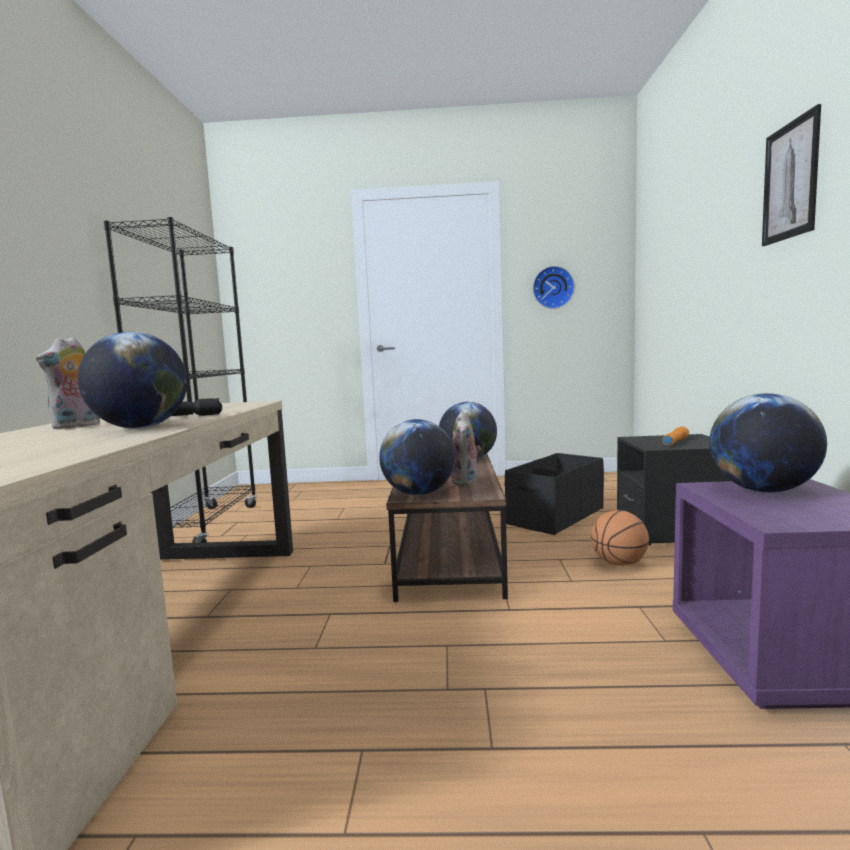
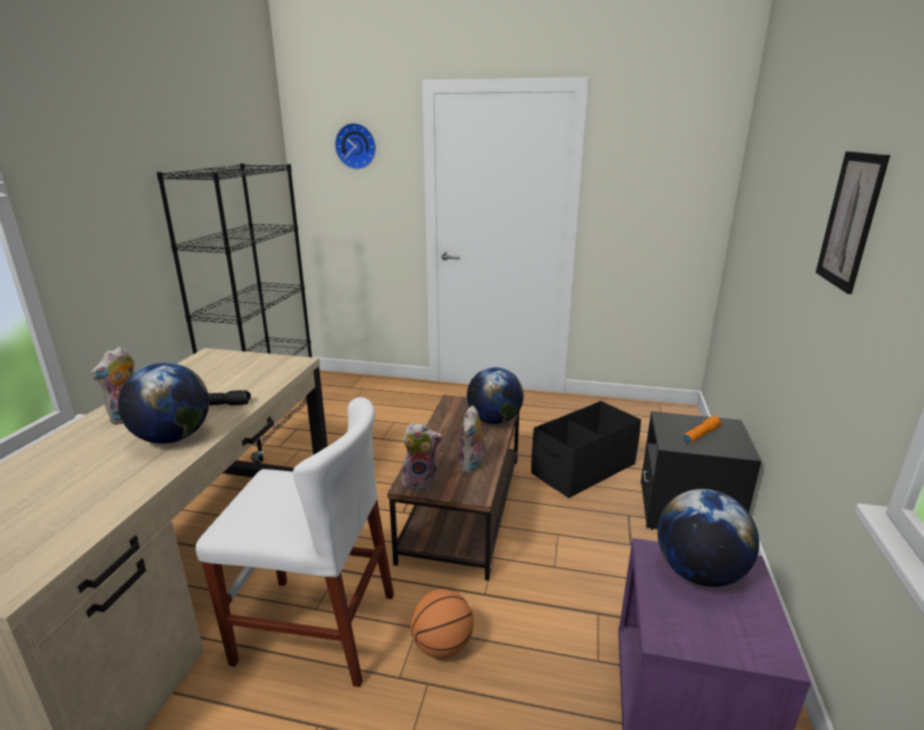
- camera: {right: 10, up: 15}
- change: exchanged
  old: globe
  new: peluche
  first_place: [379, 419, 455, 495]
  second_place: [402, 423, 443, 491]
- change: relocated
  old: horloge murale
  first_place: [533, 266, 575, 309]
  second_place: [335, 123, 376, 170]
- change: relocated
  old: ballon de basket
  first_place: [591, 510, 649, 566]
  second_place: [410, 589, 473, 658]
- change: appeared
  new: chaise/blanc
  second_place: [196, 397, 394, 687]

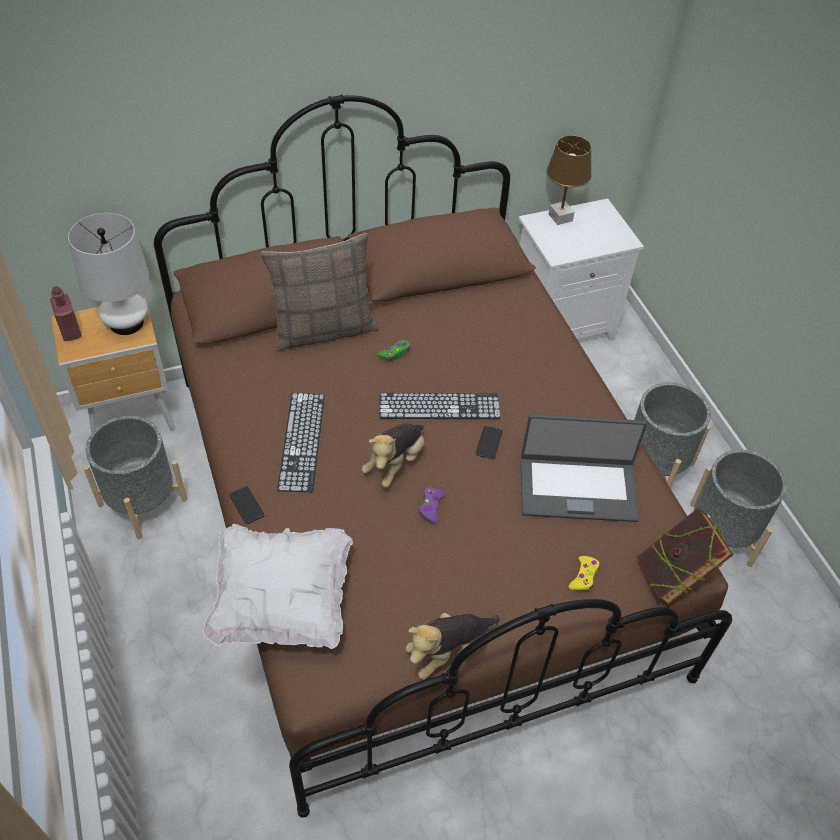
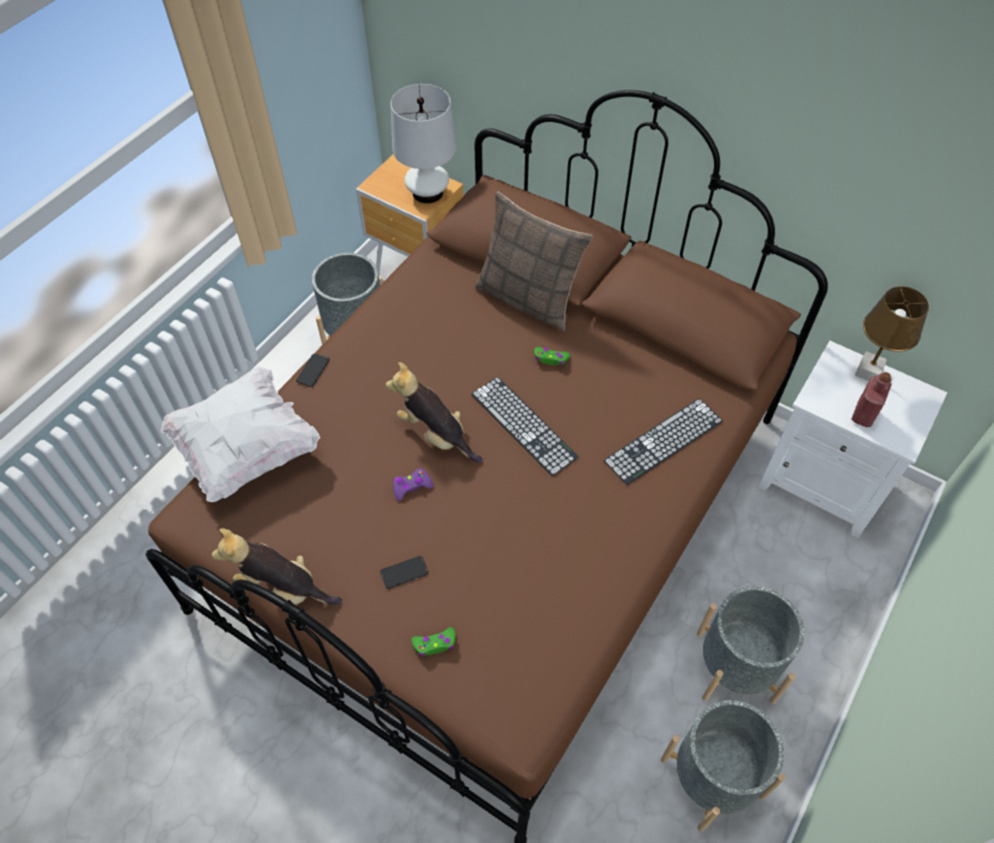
- camera: {right: 55, up: 5}
- change: relocated
  old: bouteille/rouge
  first_place: [50, 286, 82, 341]
  second_place: [852, 372, 892, 427]
- change: relocated
  old: clavier
  first_place: [277, 393, 325, 492]
  second_place: [604, 398, 723, 485]
- change: spun
  old: peluche
  first_place: [362, 423, 424, 488]
  second_place: [386, 362, 483, 462]
  degrees: 45
- change: relocated
  old: téléphone
  first_place: [476, 426, 503, 459]
  second_place: [380, 556, 428, 589]
- change: missing
  old: ordinateur portable
  first_place: [521, 414, 647, 522]
- change: colour
  old: manette/jaune
  new: manette/vert
  first_place: [569, 556, 600, 590]
  second_place: [411, 627, 456, 656]
- change: missing
  old: livre
  first_place: [637, 508, 733, 605]

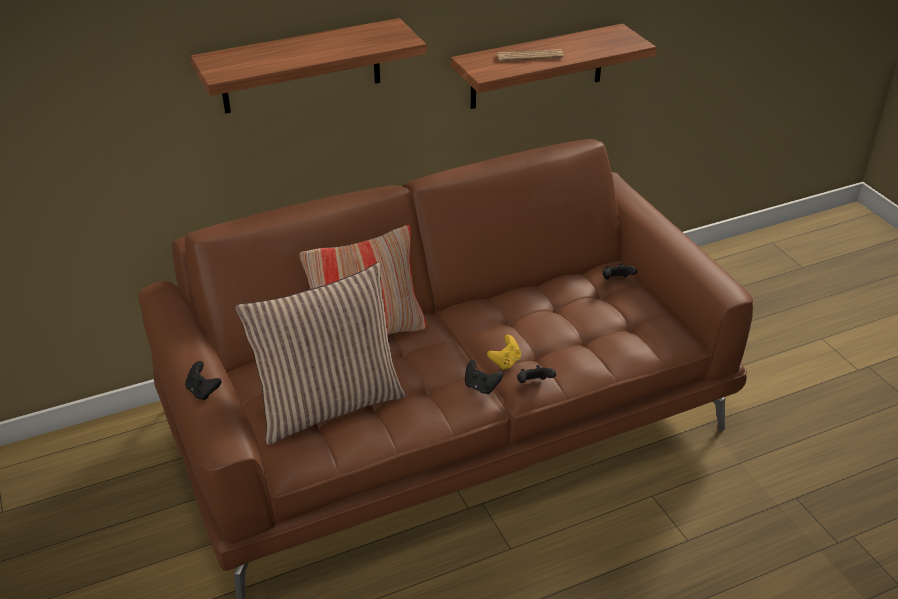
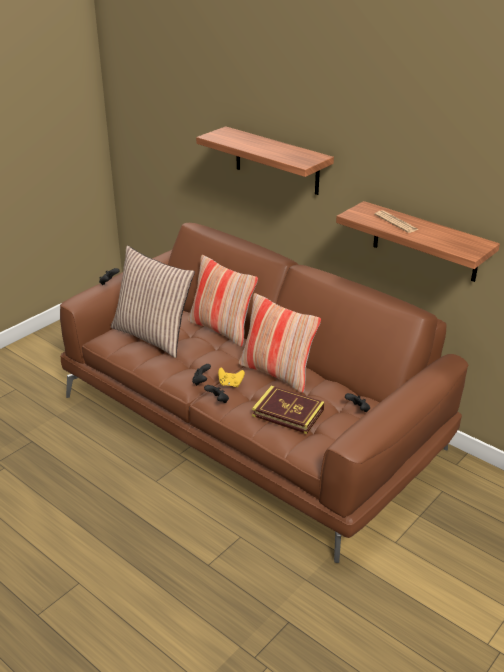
- camera: {right: 65, up: -5}
- change: appeared
  new: coussin
  second_place: [239, 293, 321, 393]
- change: appeared
  new: livre
  second_place: [252, 386, 325, 434]

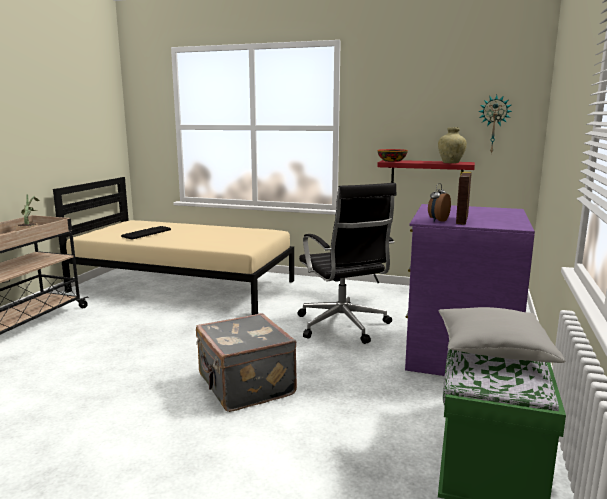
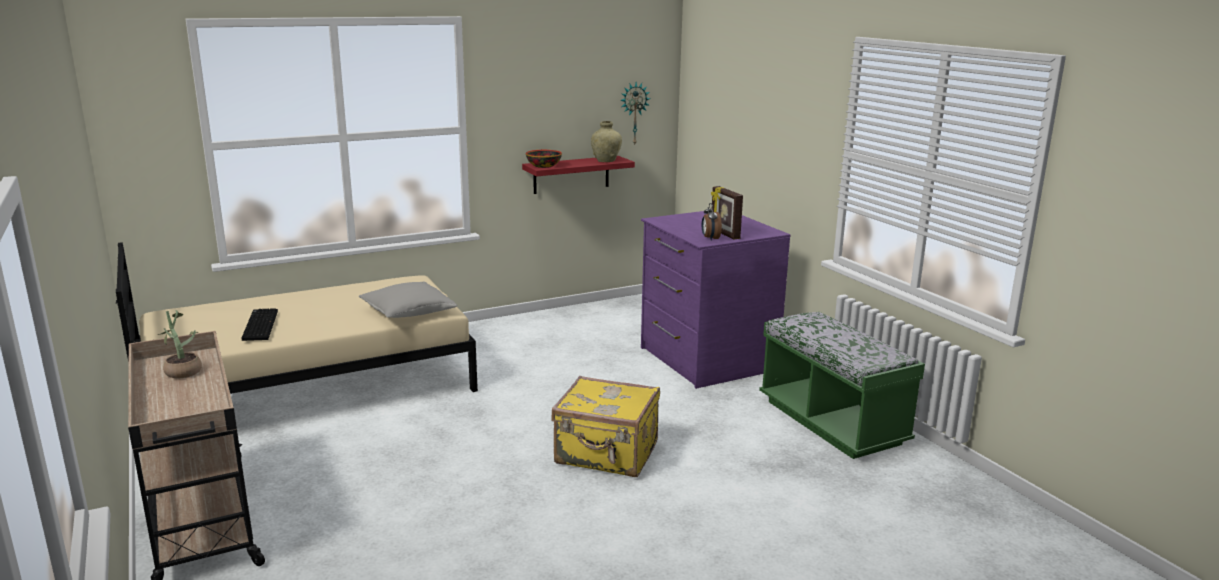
- camera: {right: -45, up: 5}
- change: colour
  old: valise/gris
  new: valise/jaune
  first_place: [196, 313, 297, 412]
  second_place: [551, 376, 660, 477]
- change: missing
  old: chaise de bureau/noir
  first_place: [297, 183, 397, 344]
- change: relocated
  old: coussin/gris
  first_place: [439, 307, 565, 363]
  second_place: [359, 282, 457, 318]

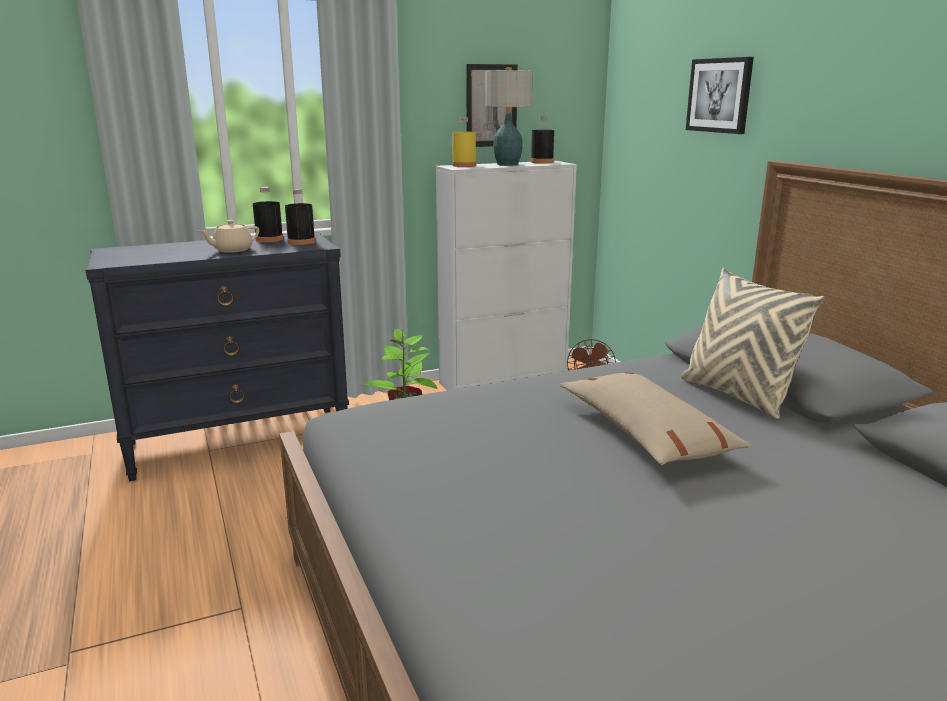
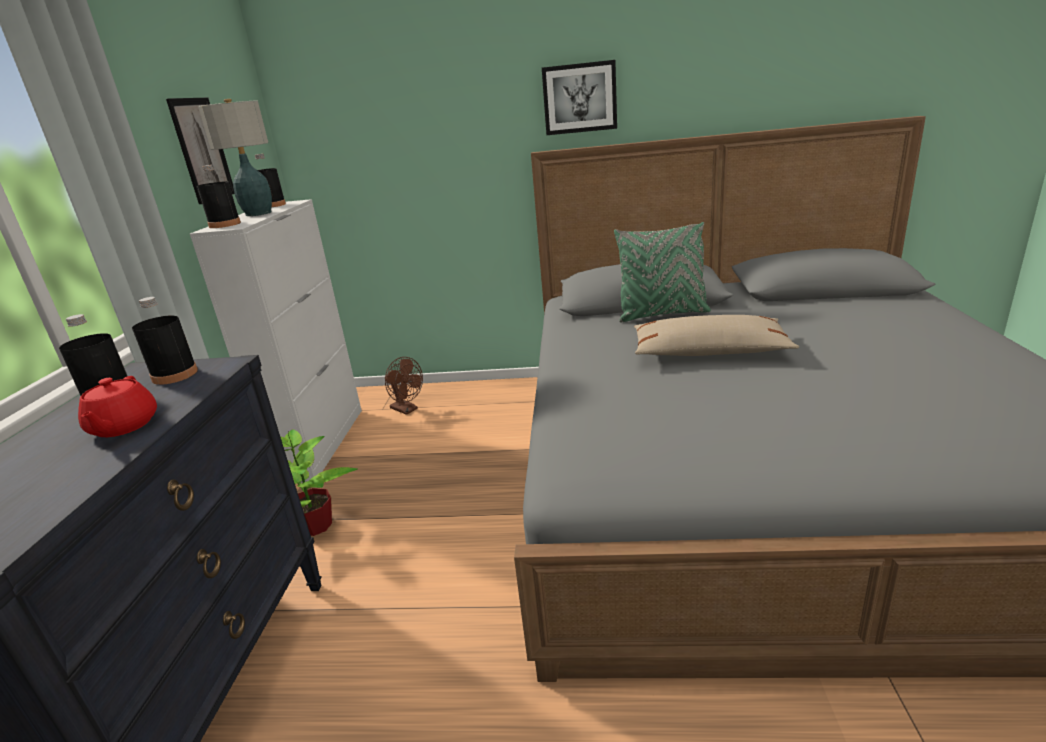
- camera: {right: -60, up: 5}
- change: colour
  old: théière/beige
  new: théière/rouge
  first_place: [198, 220, 259, 253]
  second_place: [78, 376, 157, 437]
- change: colour
  old: bouteille/jaune
  new: bouteille/noir
  first_place: [452, 117, 476, 167]
  second_place: [197, 165, 241, 228]
- change: colour
  old: coussin/beige
  new: coussin/vert
  first_place: [681, 268, 825, 419]
  second_place: [614, 222, 711, 322]
- change: relocated
  old: tableau
  first_place: [686, 57, 754, 134]
  second_place: [542, 60, 617, 135]

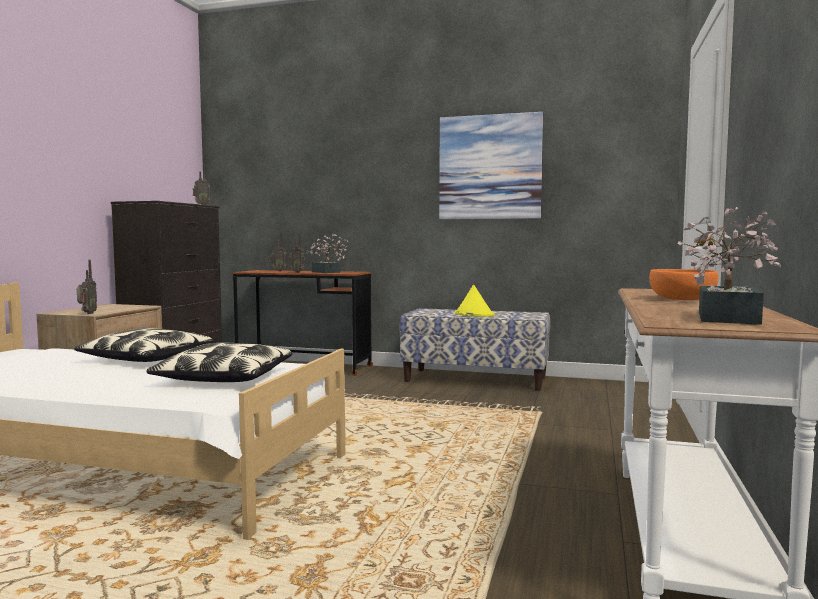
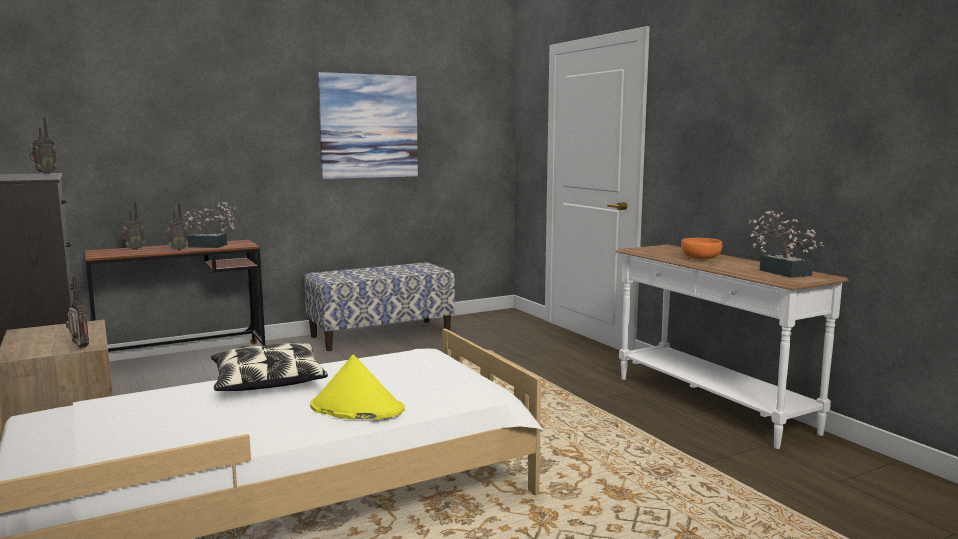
- camera: {right: -45, up: 5}
- change: missing
  old: coussin
  first_place: [146, 343, 292, 382]
- change: relocated
  old: chapeau/jaune
  first_place: [455, 284, 495, 317]
  second_place: [310, 355, 405, 419]

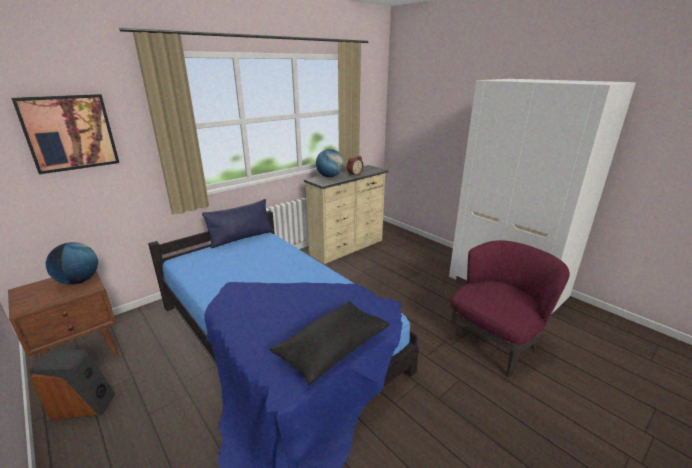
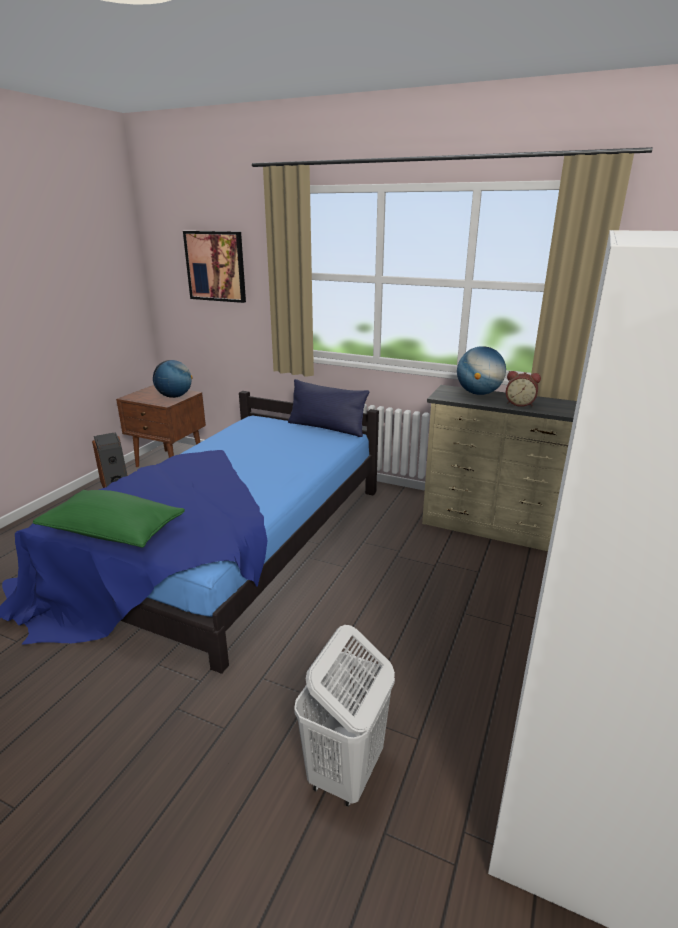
- camera: {right: 65, up: 0}
- change: colour
  old: coussin/noir
  new: coussin/vert
  first_place: [270, 301, 389, 385]
  second_place: [33, 490, 185, 548]
- change: exchanged
  old: fauteuil/violet
  new: panier à linge/blanc
  first_place: [450, 240, 570, 377]
  second_place: [294, 625, 395, 807]

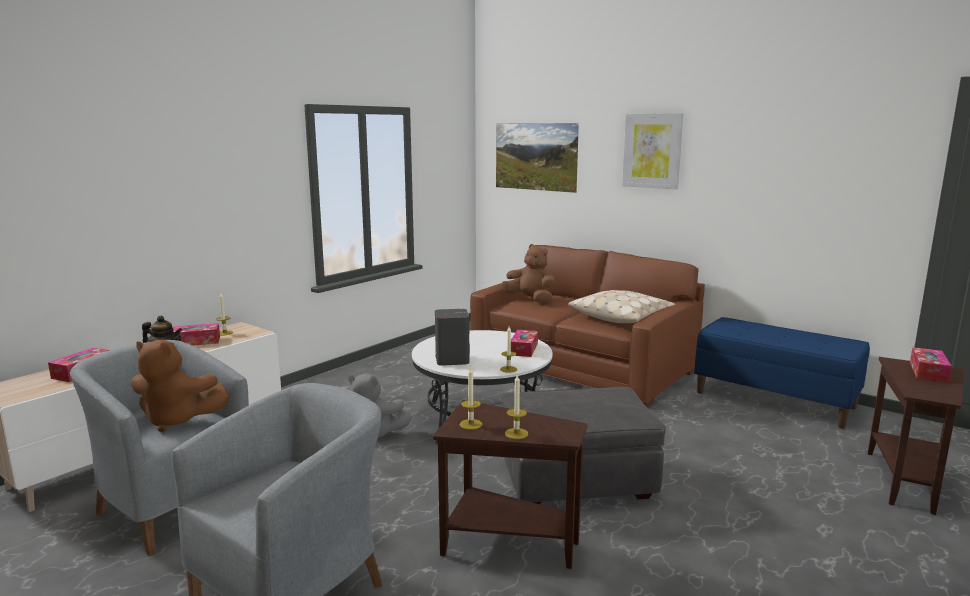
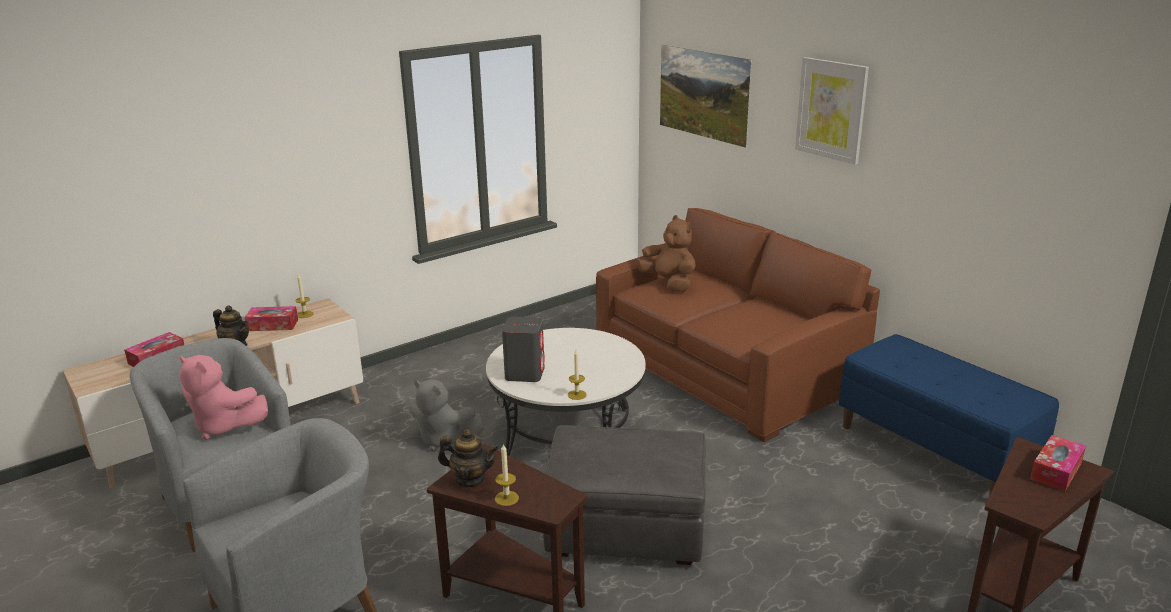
- camera: {right: 15, up: 10}
- change: colour
  old: peluche/marron
  new: peluche/rose
  first_place: [131, 340, 229, 432]
  second_place: [180, 355, 268, 440]
- change: exchanged
  old: bougie
  new: théière
  first_place: [459, 366, 482, 430]
  second_place: [438, 429, 499, 487]
- change: missing
  old: boîte à mouchoirs
  first_place: [511, 330, 538, 357]
- change: missing
  old: coussin/beige
  first_place: [568, 290, 675, 323]

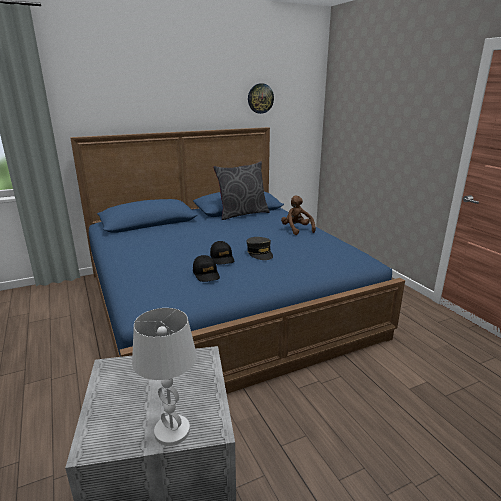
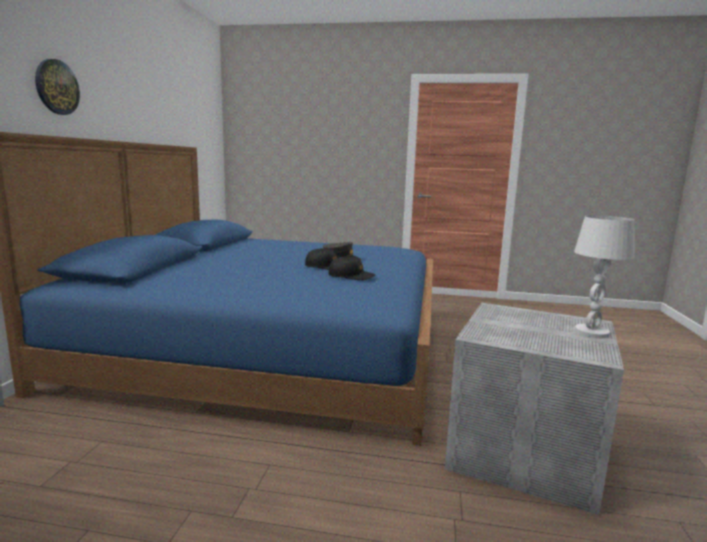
- camera: {right: -55, up: -10}
- change: missing
  old: coussin/gris
  first_place: [213, 161, 269, 220]
- change: relocated
  old: horloge murale
  first_place: [248, 83, 274, 114]
  second_place: [35, 59, 80, 115]
- change: missing
  old: peluche/marron
  first_place: [281, 195, 316, 235]

